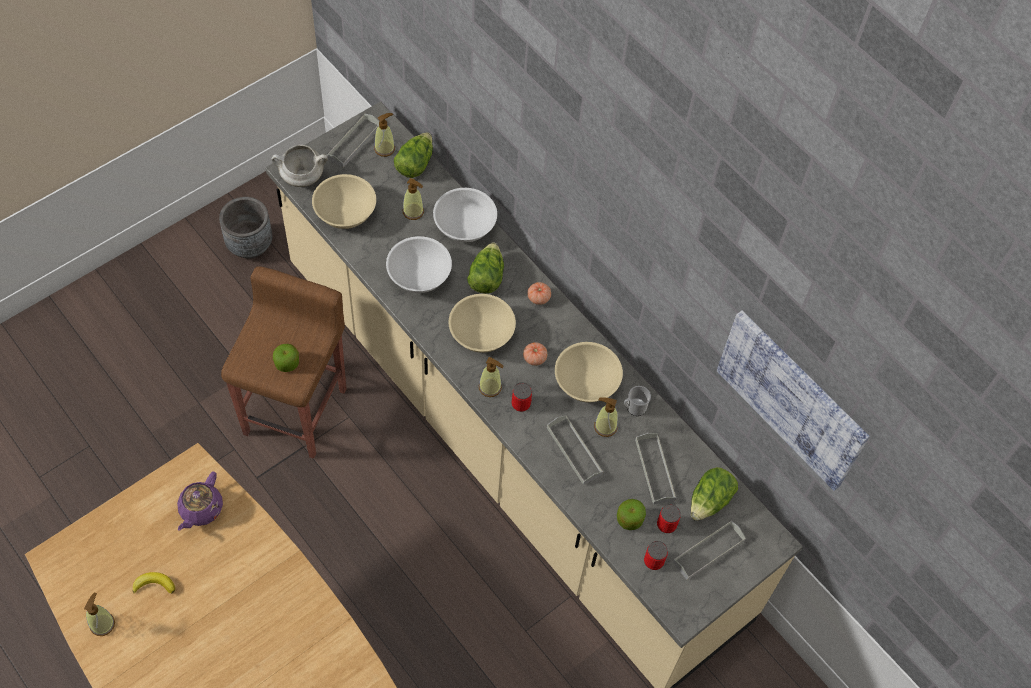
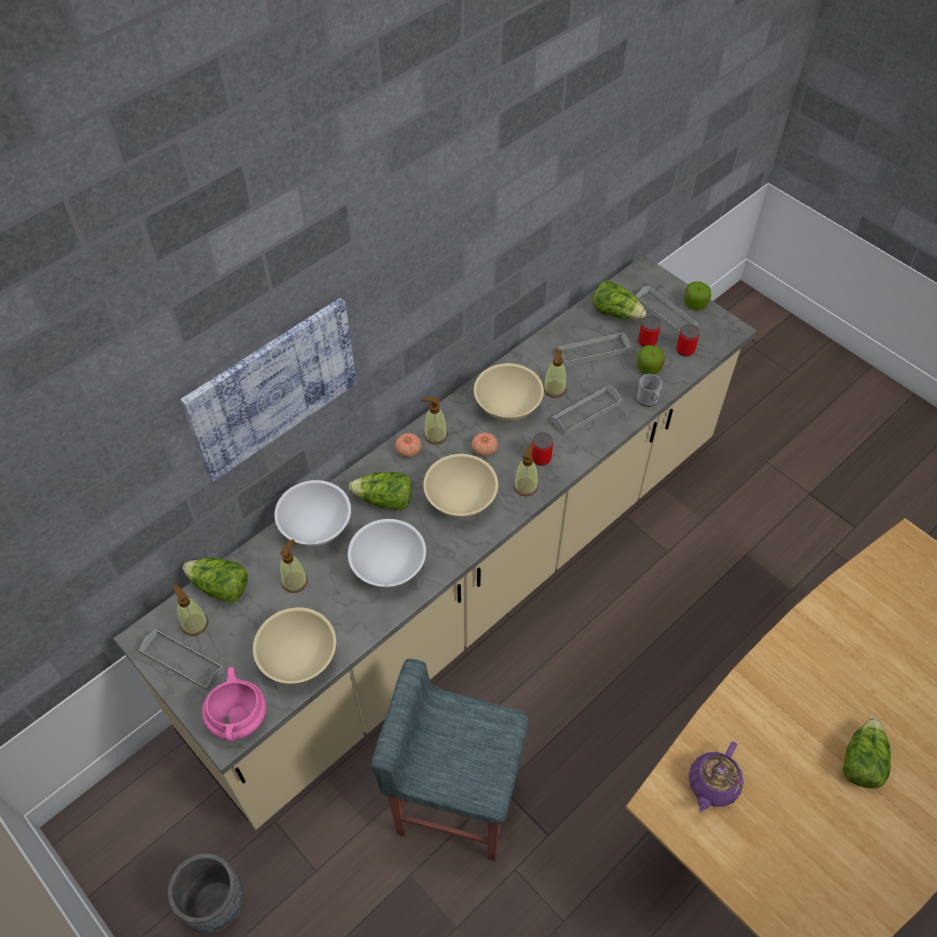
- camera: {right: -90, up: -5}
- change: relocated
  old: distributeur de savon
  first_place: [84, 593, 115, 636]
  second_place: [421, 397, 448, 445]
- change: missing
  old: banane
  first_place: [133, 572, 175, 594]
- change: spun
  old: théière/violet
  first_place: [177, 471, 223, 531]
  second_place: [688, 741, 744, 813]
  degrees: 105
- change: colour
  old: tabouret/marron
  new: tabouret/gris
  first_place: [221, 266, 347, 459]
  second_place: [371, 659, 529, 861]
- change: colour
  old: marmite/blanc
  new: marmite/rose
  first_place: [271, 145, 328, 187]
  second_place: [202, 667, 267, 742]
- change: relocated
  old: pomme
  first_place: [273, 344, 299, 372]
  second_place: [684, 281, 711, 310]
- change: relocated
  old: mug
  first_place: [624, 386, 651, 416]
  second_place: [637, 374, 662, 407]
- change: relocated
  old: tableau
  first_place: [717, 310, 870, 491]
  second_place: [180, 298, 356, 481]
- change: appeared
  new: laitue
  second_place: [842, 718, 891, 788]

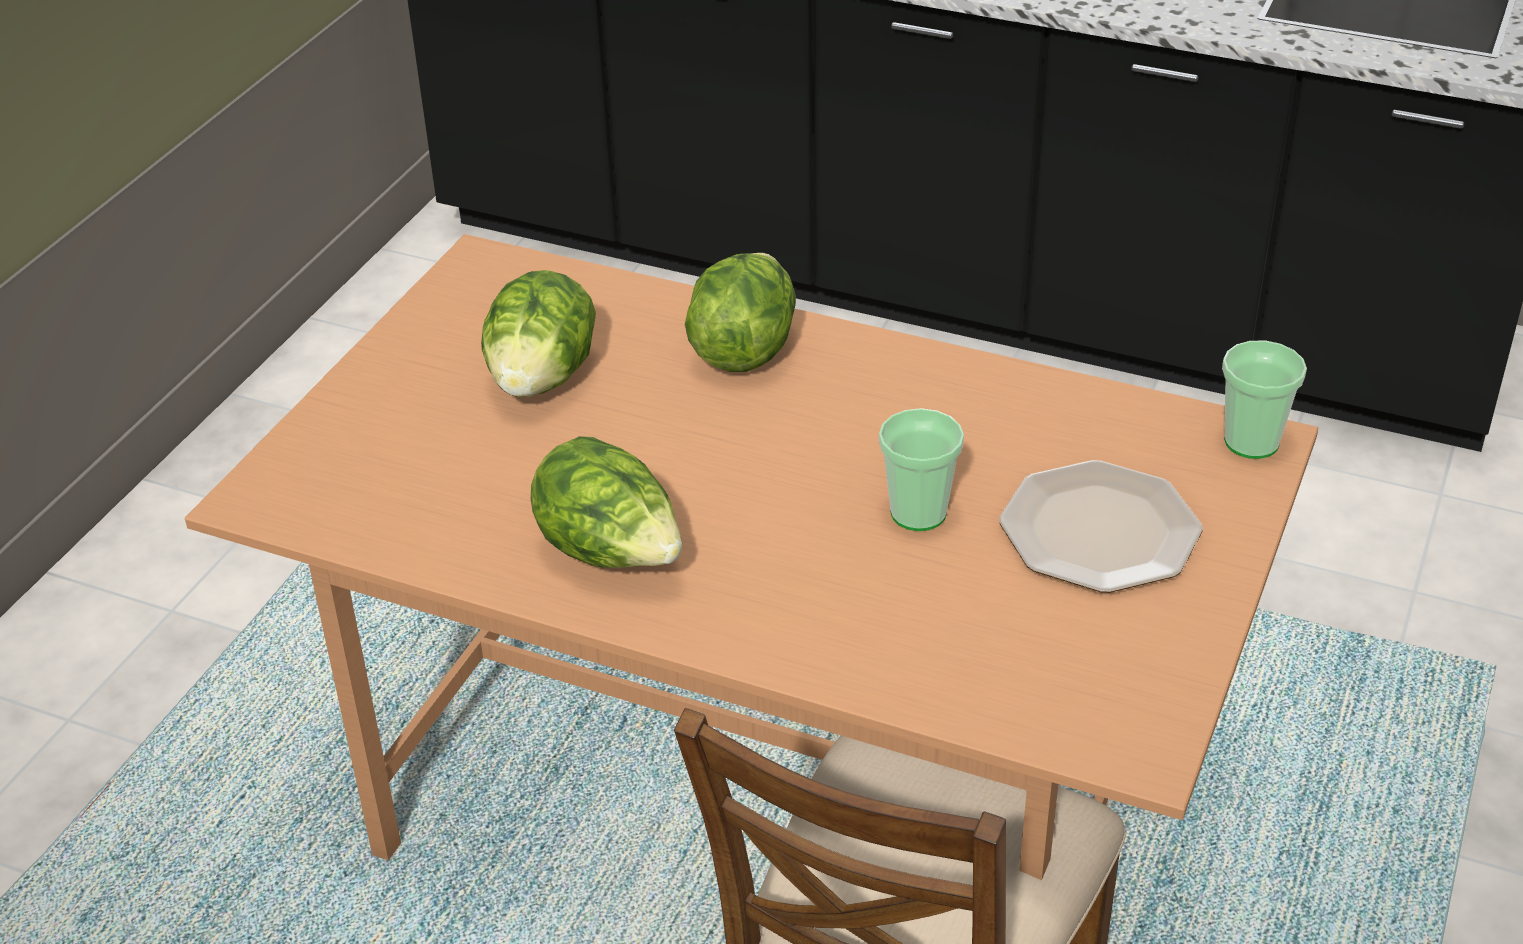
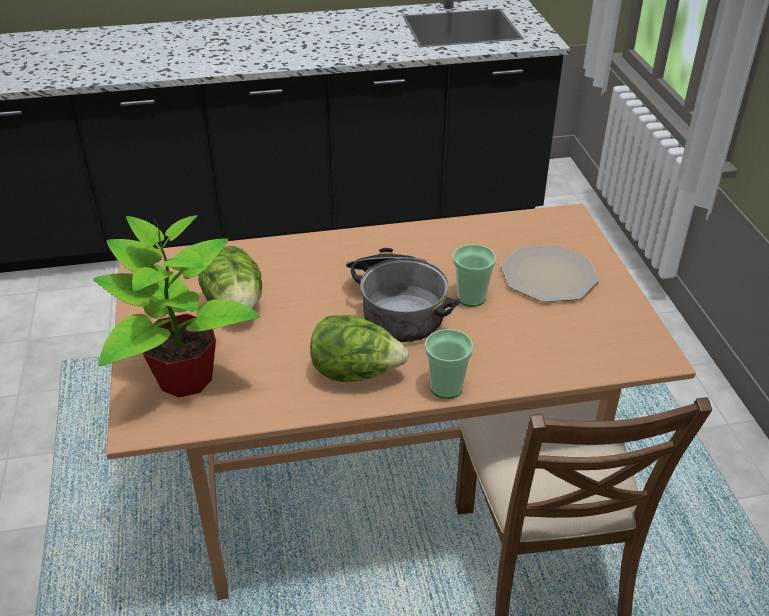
- camera: {right: -35, up: 0}
- change: missing
  old: laitue
  first_place: [685, 253, 796, 372]
- change: relocated
  old: tasse
  first_place: [1222, 340, 1307, 459]
  second_place: [424, 329, 474, 399]
- change: appeared
  new: plante en pot
  second_place: [93, 215, 260, 397]
- change: appeared
  new: marmite
  second_place: [346, 248, 460, 342]

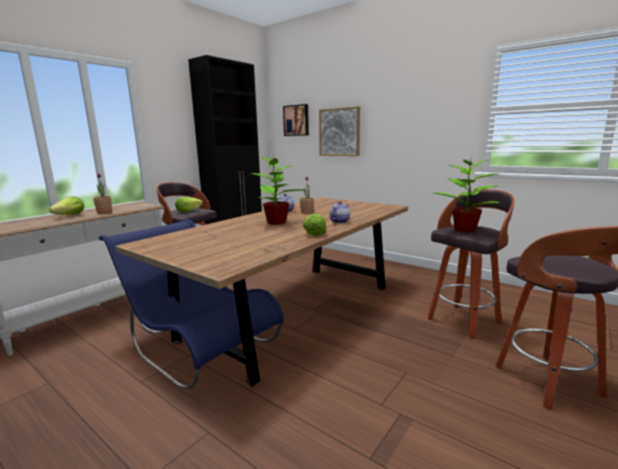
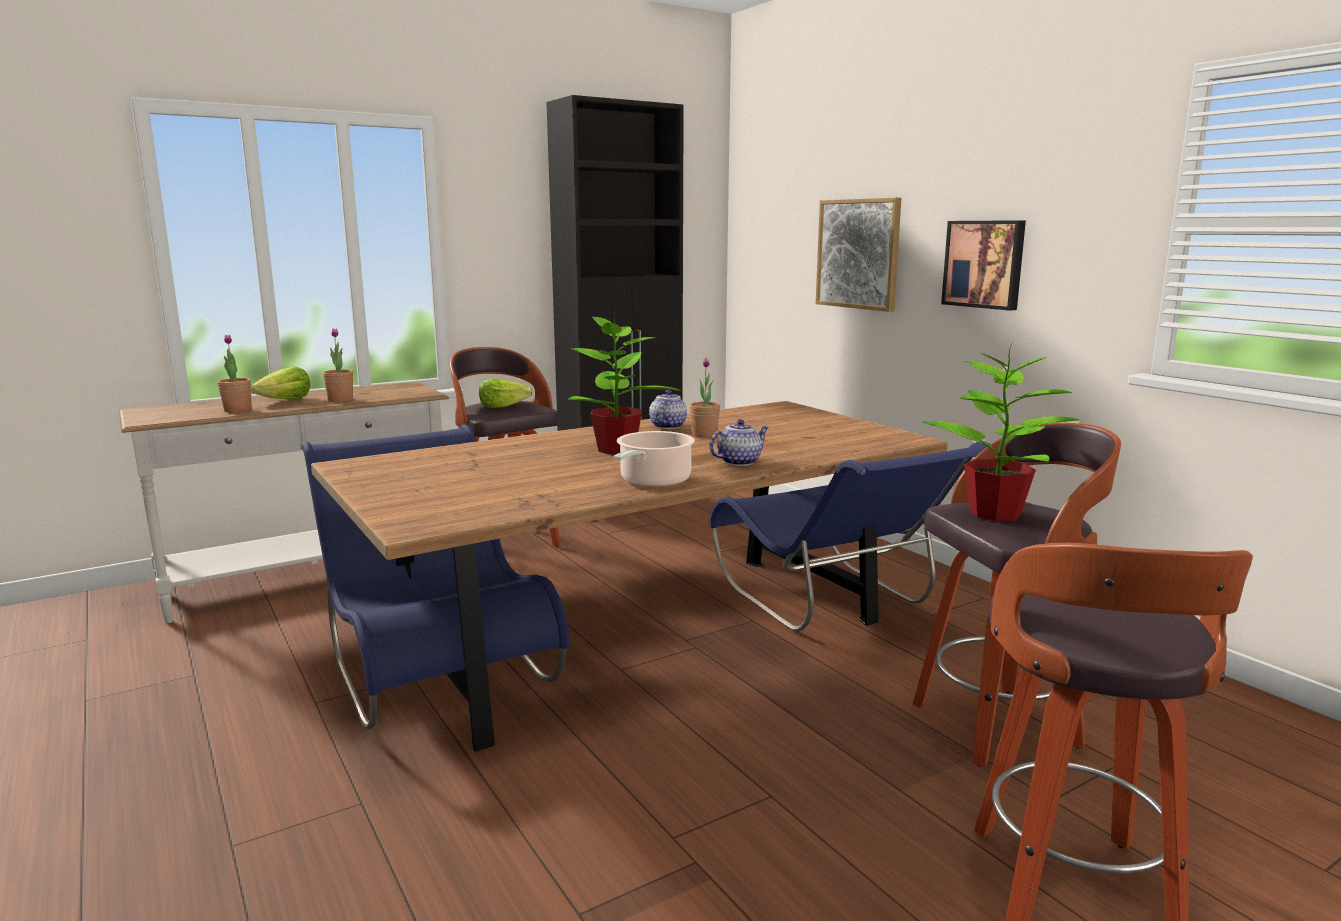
- camera: {right: 20, up: 0}
- change: relocated
  old: tableau
  first_place: [283, 104, 309, 136]
  second_place: [941, 220, 1026, 311]
- change: exchanged
  old: laitue
  new: marmite
  first_place: [303, 213, 327, 236]
  second_place: [613, 431, 695, 487]
- change: appeared
  new: plante en pot
  second_place: [218, 335, 252, 413]
- change: appeared
  new: chaise/bleu
  second_place: [710, 442, 990, 632]

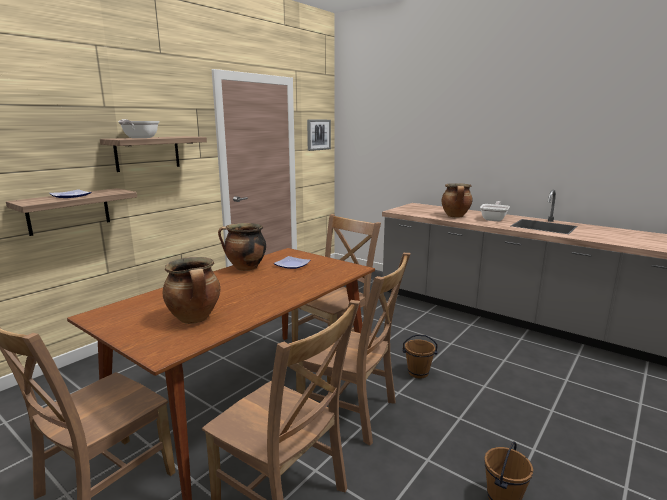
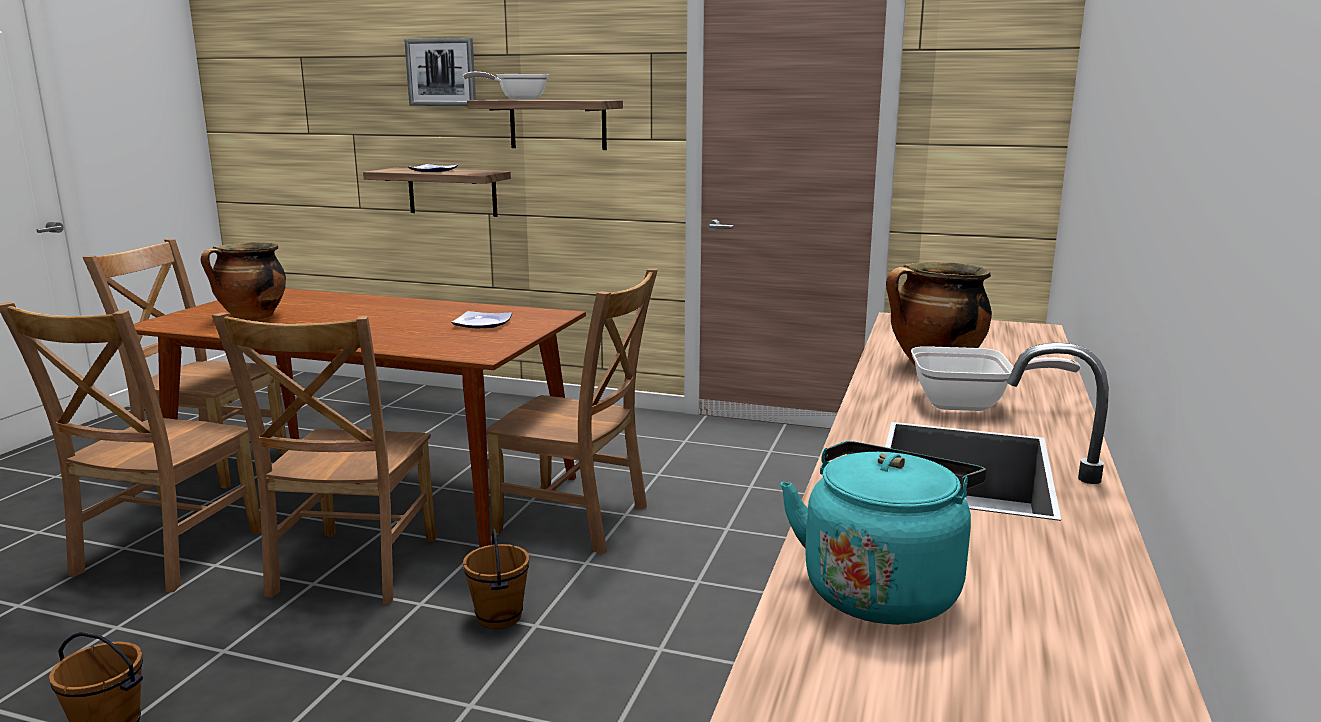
- camera: {right: 70, up: 0}
- change: missing
  old: marmite
  first_place: [218, 223, 266, 271]
- change: relocated
  old: tableau
  first_place: [307, 120, 331, 151]
  second_place: [404, 38, 476, 106]
- change: appeared
  new: bouilloire/turquoise
  second_place: [780, 441, 986, 625]

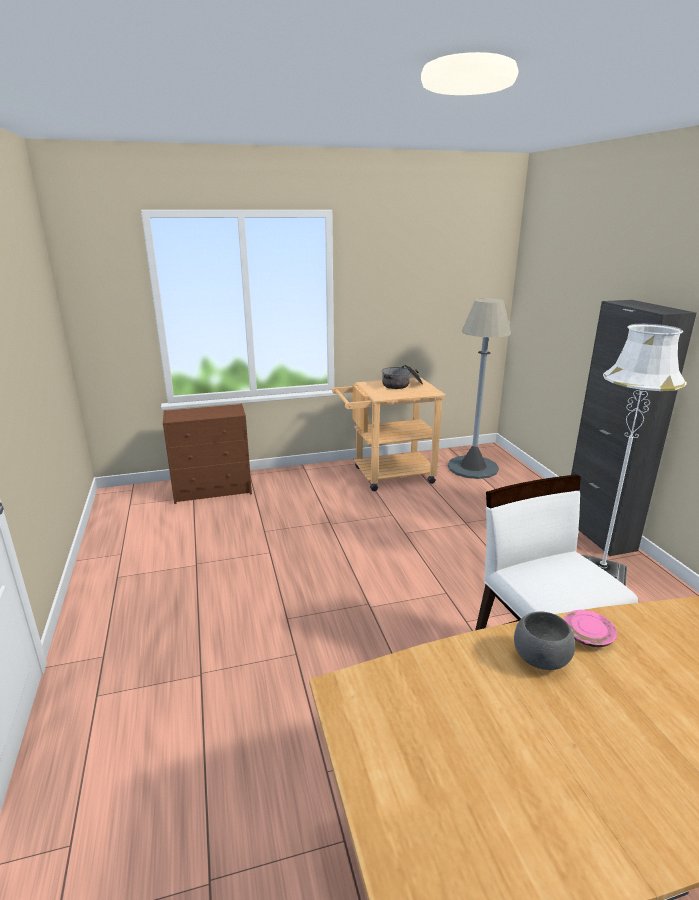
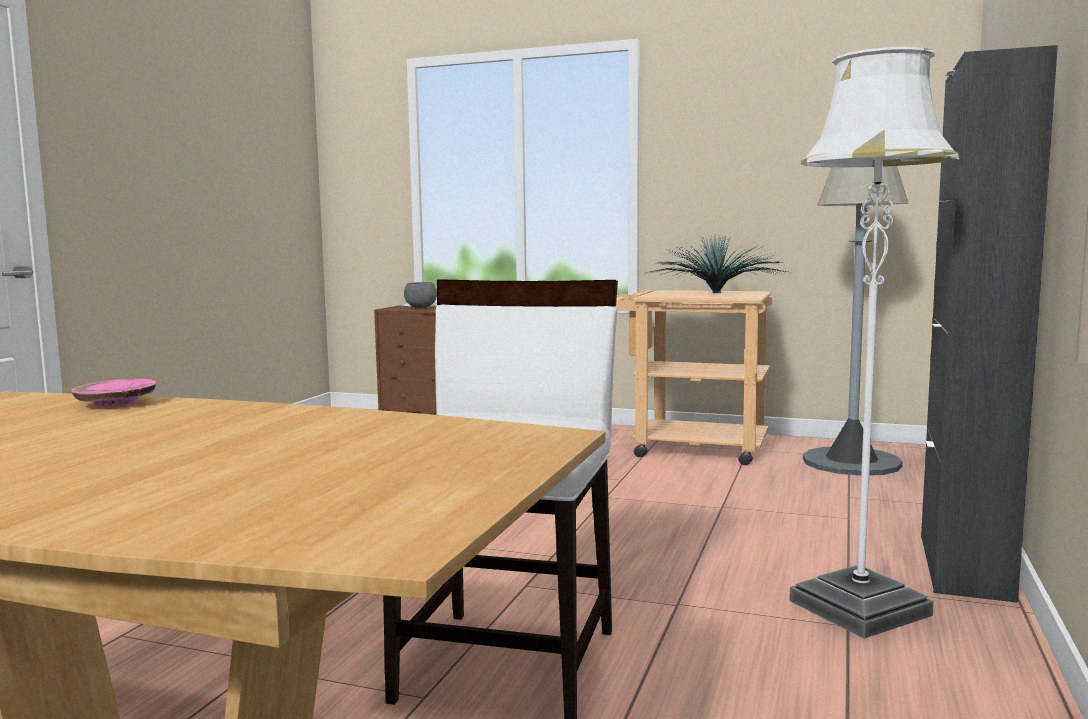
- camera: {right: 35, up: -15}
- change: exchanged
  old: marmite
  new: plante en pot
  first_place: [382, 364, 423, 389]
  second_place: [642, 235, 791, 293]
- change: relocated
  old: bol/gris
  first_place: [514, 611, 575, 670]
  second_place: [404, 282, 437, 308]
- change: relocated
  old: assiette/rose
  first_place: [564, 610, 617, 647]
  second_place: [71, 379, 157, 407]

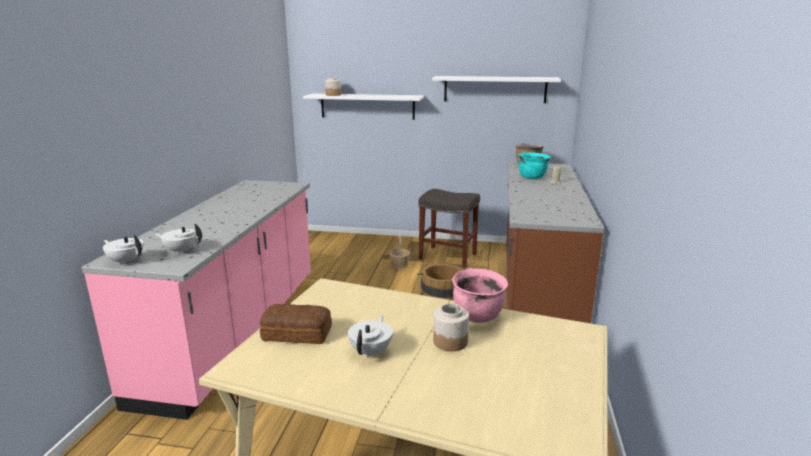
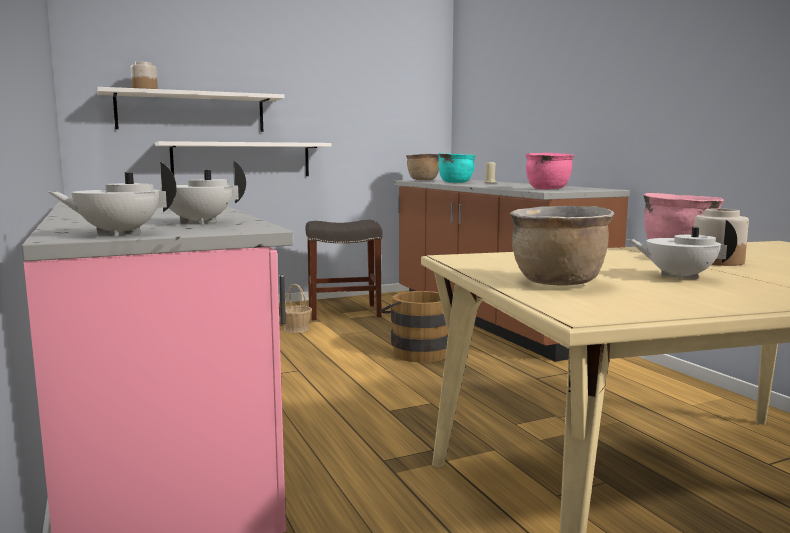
- camera: {right: -35, up: -10}
- change: exchanged
  old: pain
  new: marmite/marron
  first_place: [260, 304, 332, 344]
  second_place: [510, 206, 615, 286]
- change: spun
  old: théière/blanc
  first_place: [348, 315, 393, 358]
  second_place: [627, 220, 737, 280]
  degrees: -45
- change: relocated
  old: étagère/blanc
  first_place: [432, 76, 561, 103]
  second_place: [155, 141, 331, 176]
- change: appeared
  new: marmite/rose
  second_place: [525, 153, 574, 189]

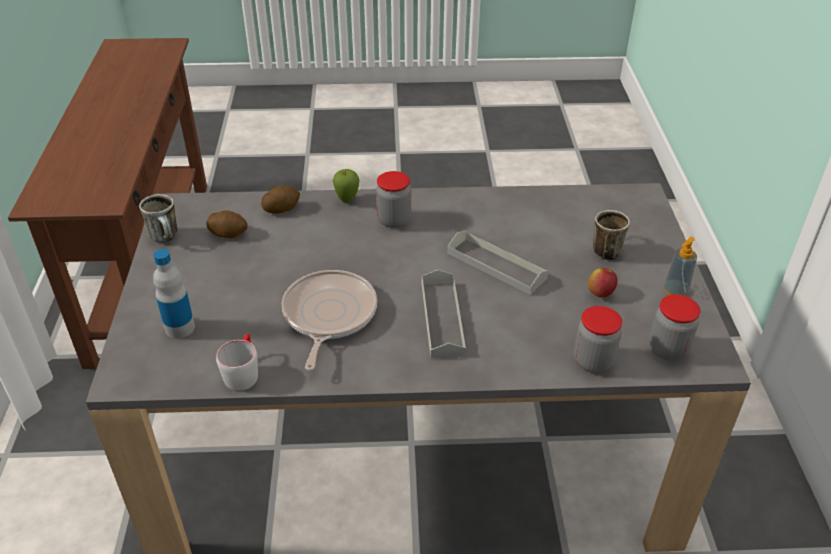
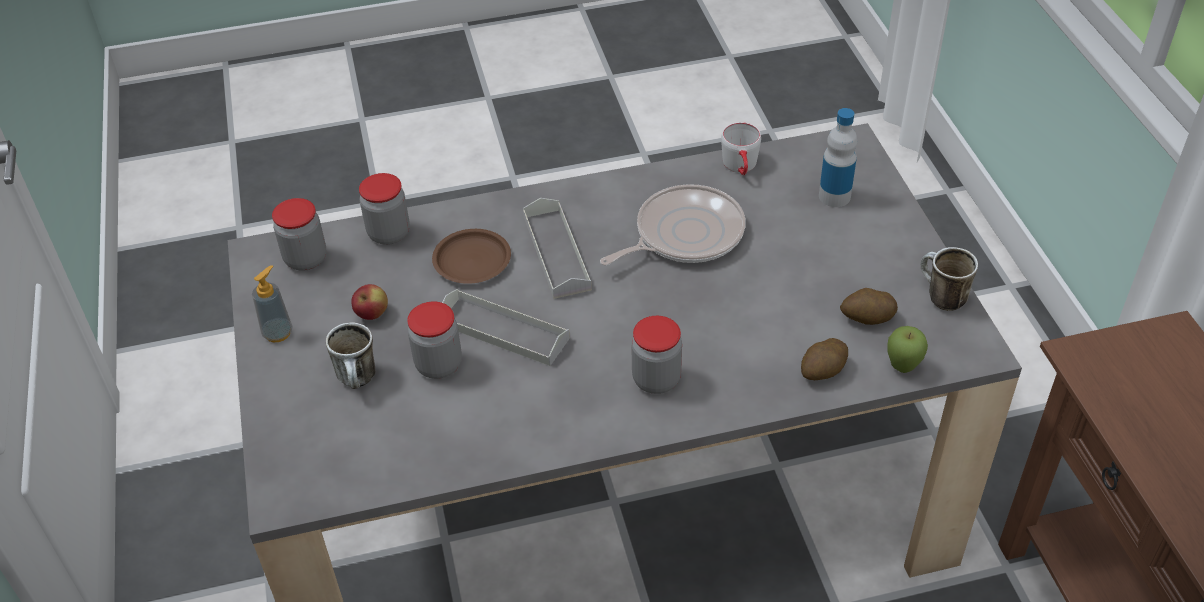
- camera: {right: 170, up: 5}
- change: spun
  old: poêle
  first_place: [282, 270, 377, 370]
  second_place: [600, 184, 745, 265]
  degrees: -120
- change: relocated
  old: pomme
  first_place: [333, 169, 359, 203]
  second_place: [887, 326, 928, 373]
- change: appeared
  new: bocal
  second_place: [407, 302, 462, 379]
- change: appeared
  new: assiette/marron
  second_place: [432, 229, 511, 284]

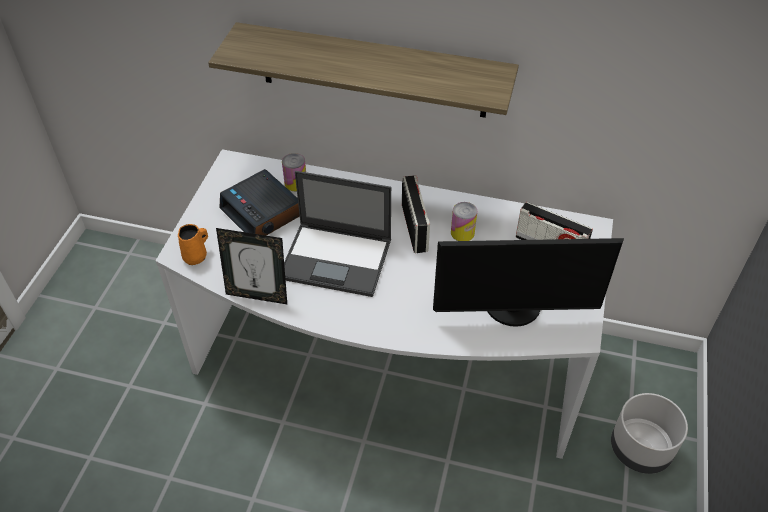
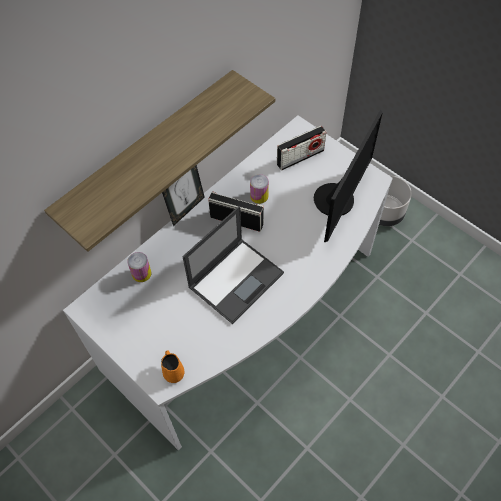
- camera: {right: -60, up: 10}
- change: relocated
  old: cadre photo
  first_place: [216, 228, 287, 304]
  second_place: [162, 165, 205, 226]
- change: missing
  old: réveil
  first_place: [219, 169, 300, 236]

